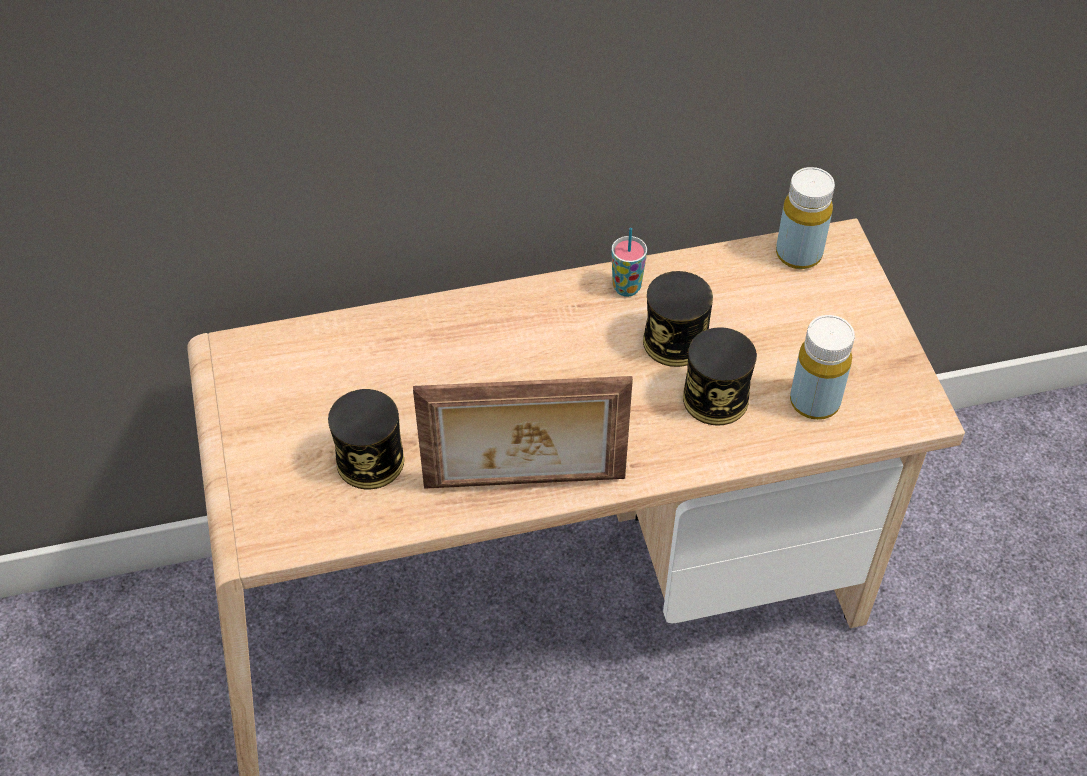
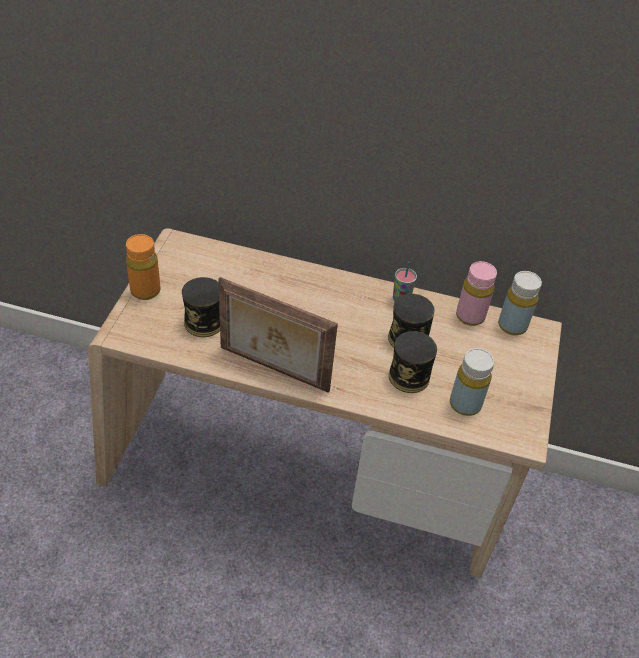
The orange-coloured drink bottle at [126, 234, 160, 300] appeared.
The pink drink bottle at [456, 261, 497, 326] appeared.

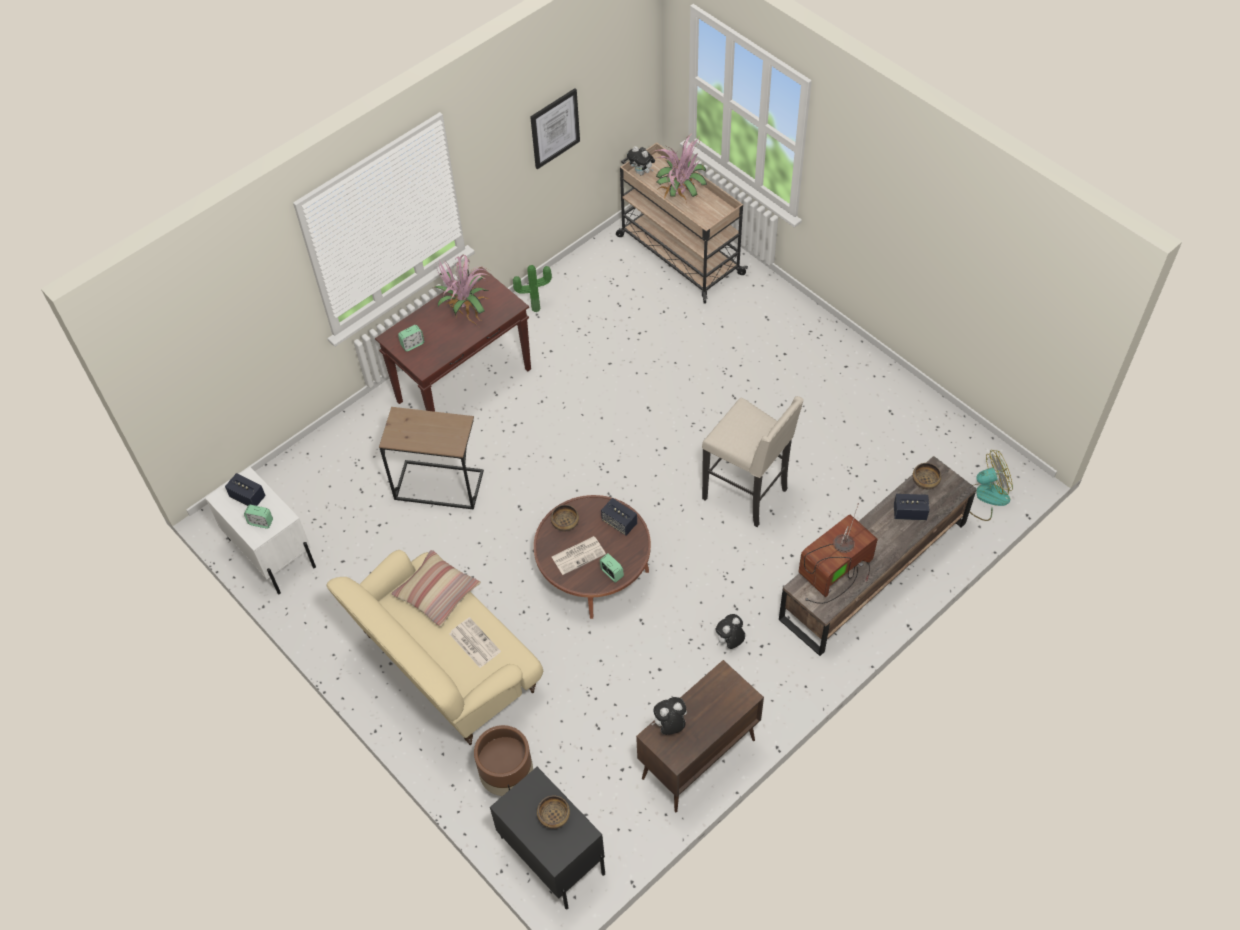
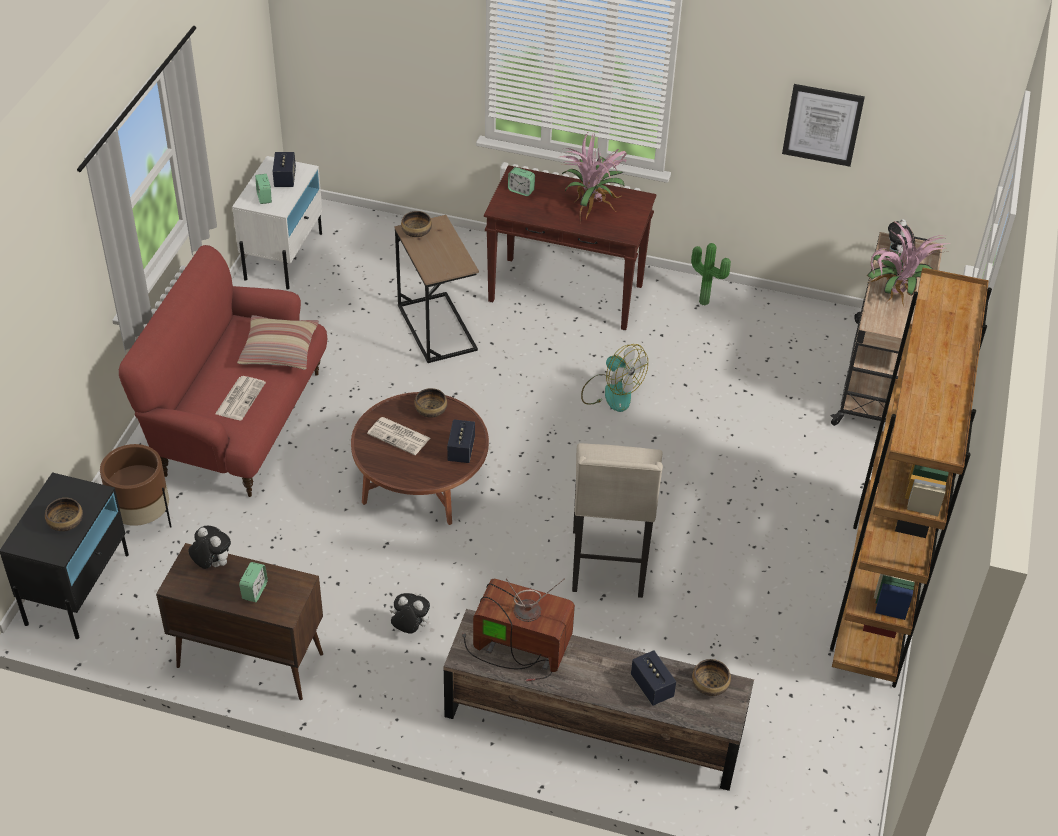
The bowl at [401, 211, 432, 237] appeared.
The brown bookcase at [830, 268, 992, 688] appeared.
The table clock moved from [599, 553, 624, 583] to [239, 562, 268, 602].
The fan moved from [969, 450, 1013, 521] to [581, 344, 648, 412].
The beige-coloured couch at [327, 550, 543, 745] became the red couch at [119, 245, 327, 497].

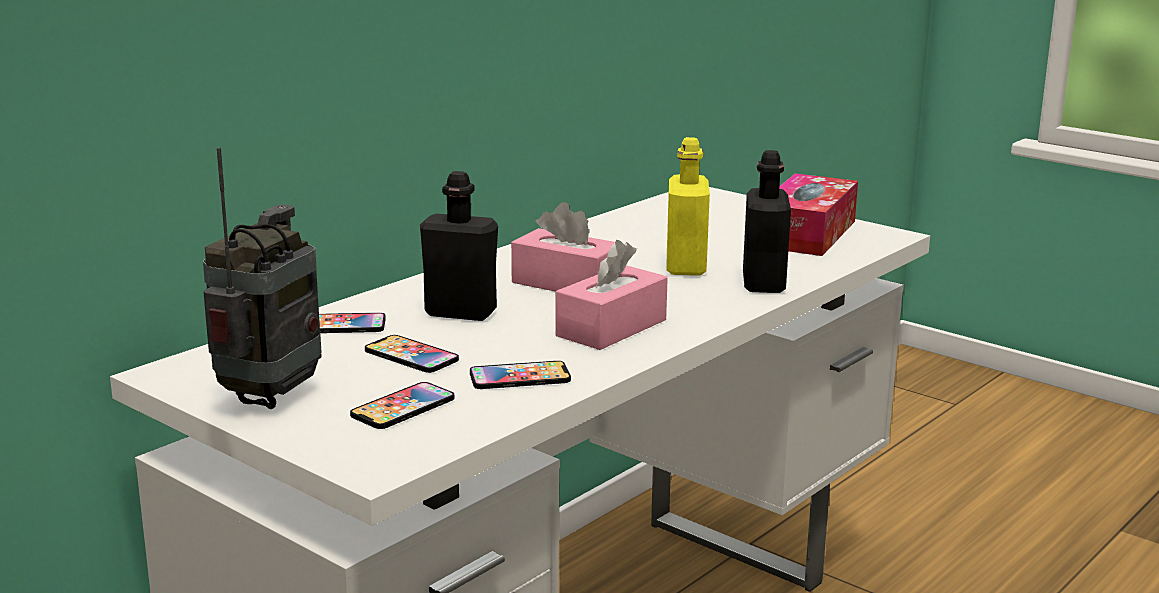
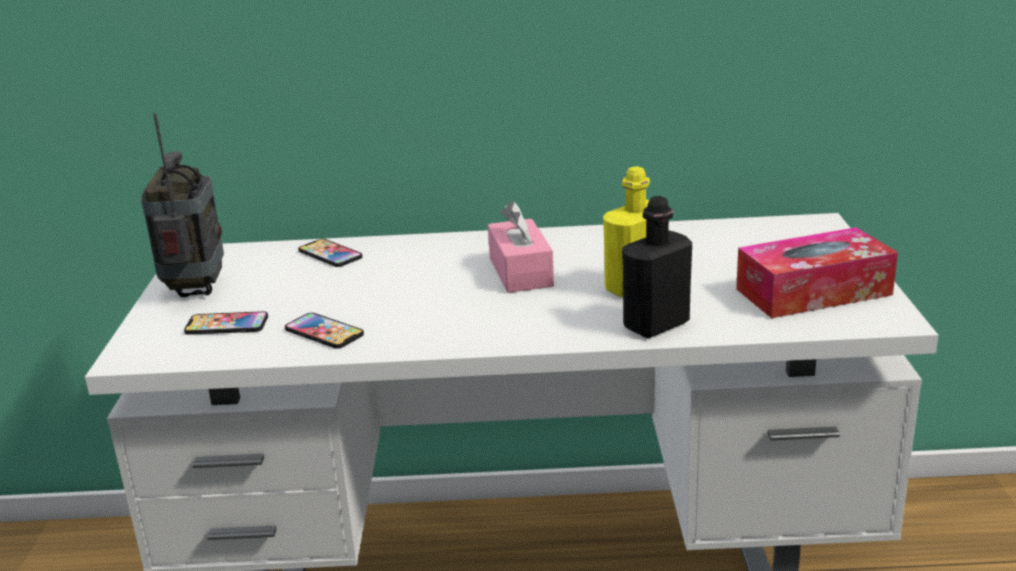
The phone at [365, 335, 459, 373] disappeared.
The black drink bottle at [420, 171, 498, 321] disappeared.
The pink tissue holder at [555, 240, 668, 350] disappeared.
The radio at [203, 147, 322, 409] turned 75 degrees counterclockwise.

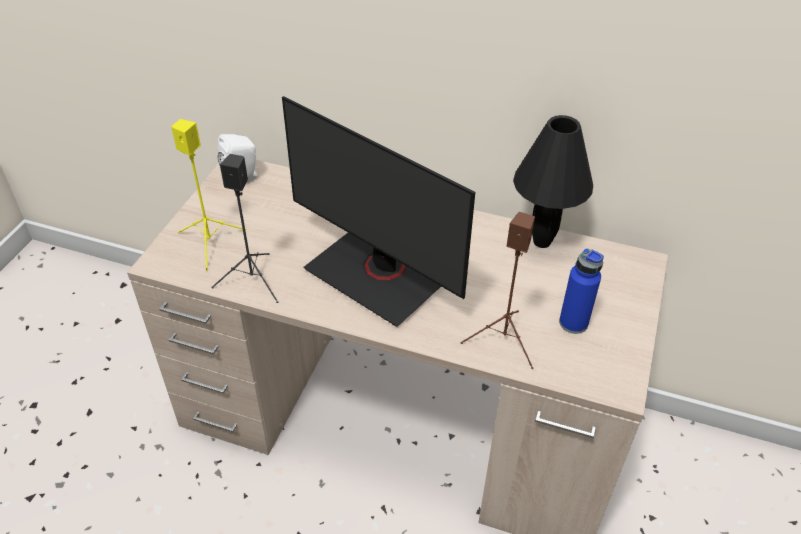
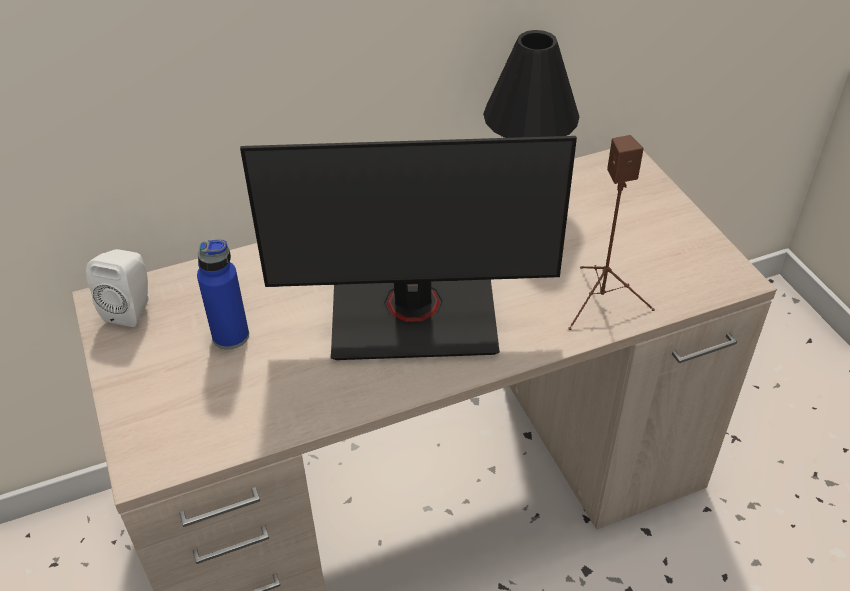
The yellow-coloured audio speaker at [171, 119, 246, 272] disappeared.
The black audio speaker at [211, 154, 278, 303] disappeared.
The bluish drink bottle moved from [559, 248, 604, 334] to [197, 240, 249, 350].

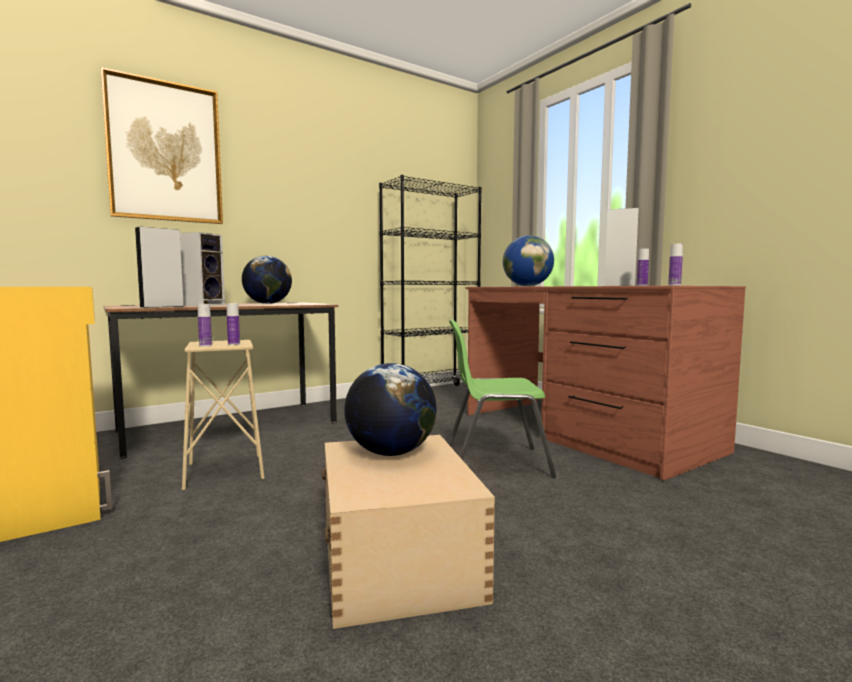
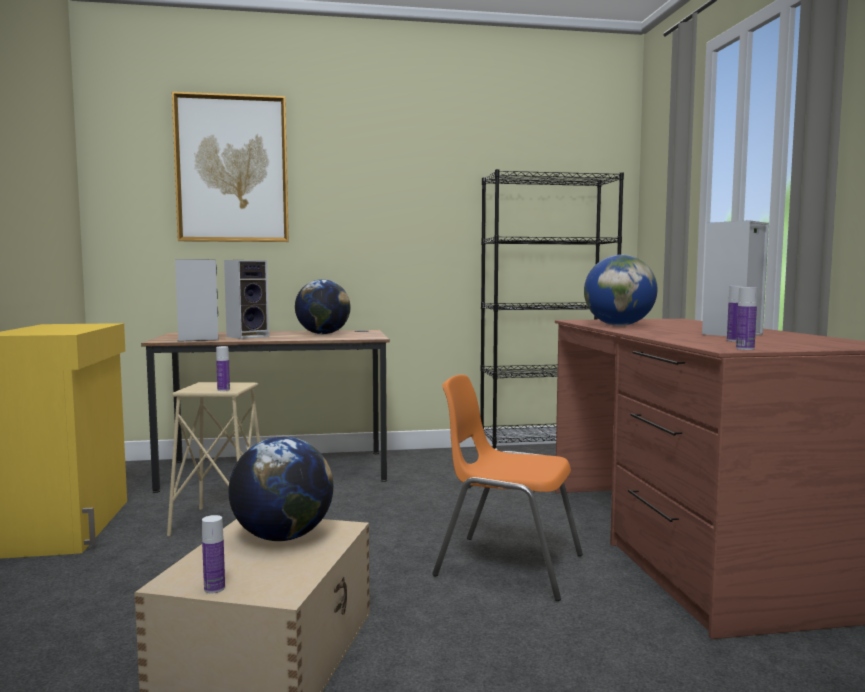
The drink bottle moved from [198, 304, 212, 347] to [202, 515, 225, 593].
The green chair at [448, 319, 556, 478] became the orange-coloured chair at [432, 375, 583, 601].

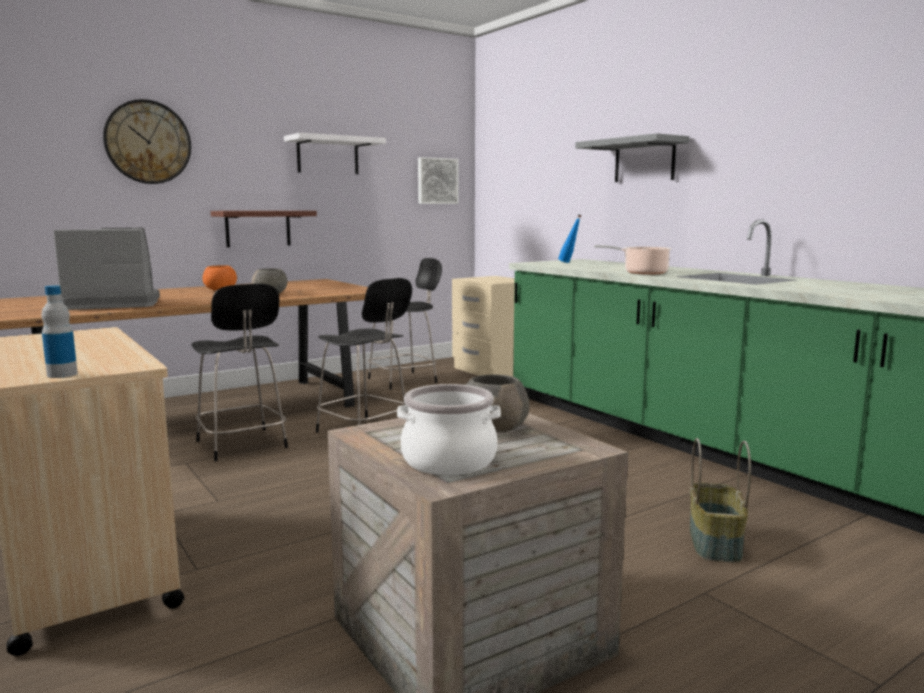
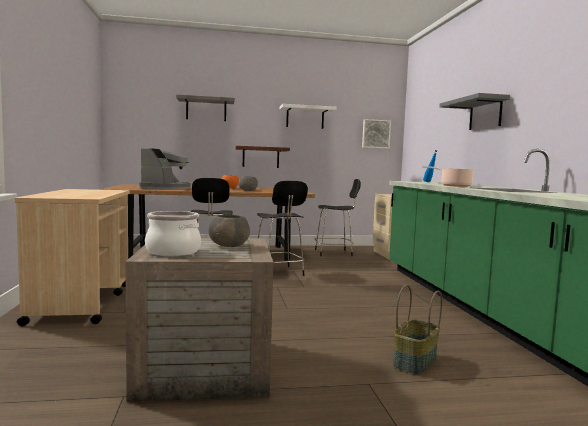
The drink bottle at [41, 285, 78, 378] disappeared.
The wall clock at [103, 99, 191, 184] was replaced by the grey bracket shelf at [176, 94, 235, 121].
The coffee brewer at [54, 228, 160, 310] turned 90 degrees clockwise.

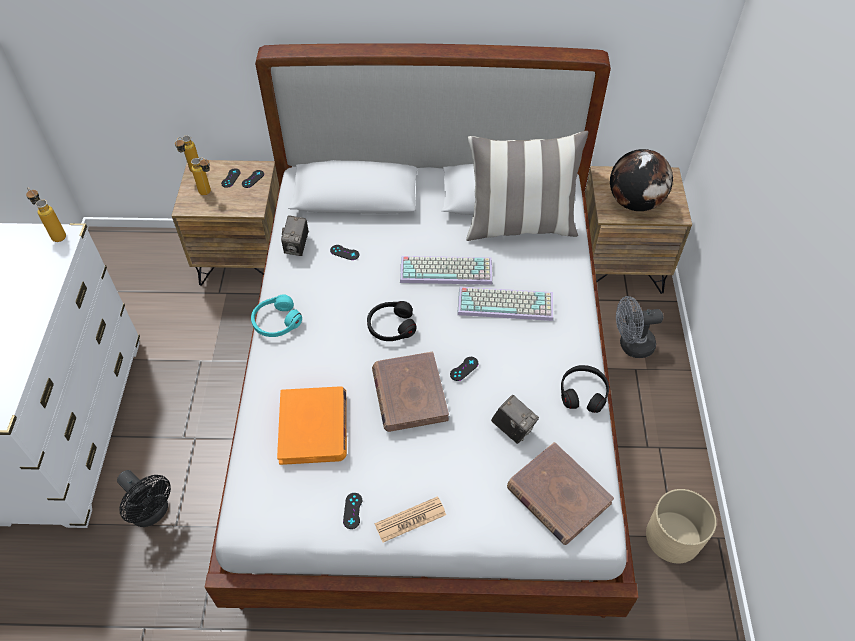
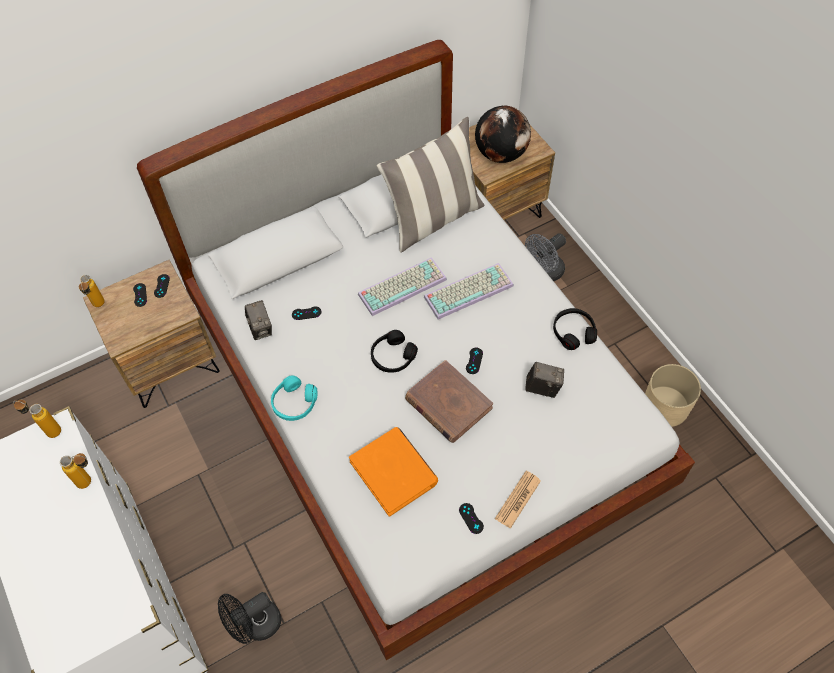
The brown bound book at [507, 442, 614, 545] disappeared.
The drink bottle moved from [191, 158, 211, 195] to [60, 453, 91, 489].
The black fan at [117, 470, 171, 527] turned 135 degrees clockwise.

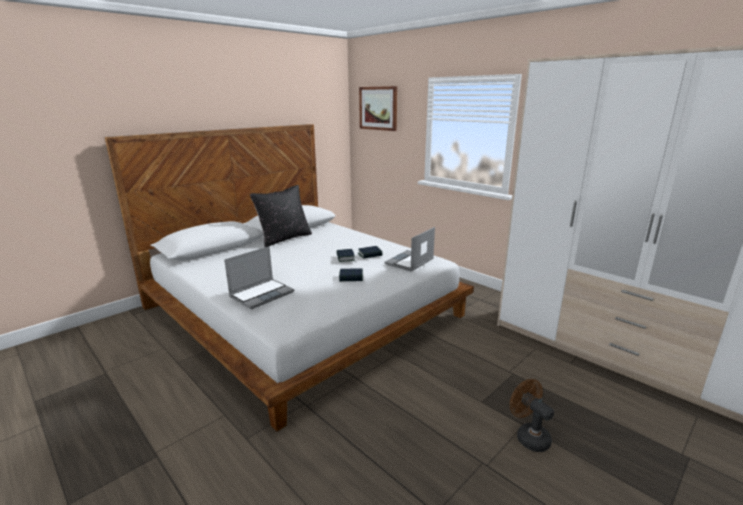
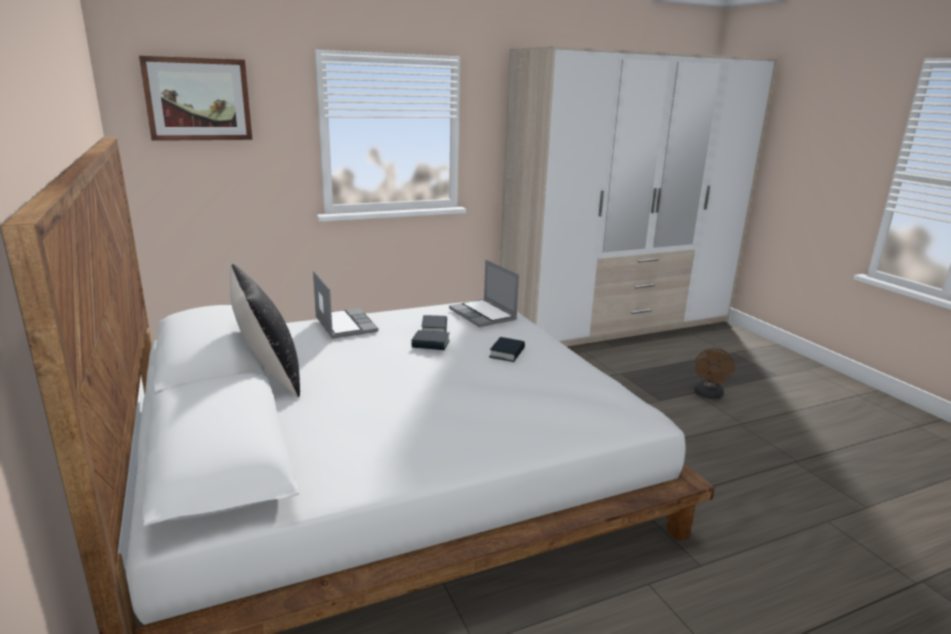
The notebook computer moved from [224, 246, 294, 309] to [313, 271, 378, 339].
The brown fan at [510, 379, 554, 452] turned 60 degrees counterclockwise.

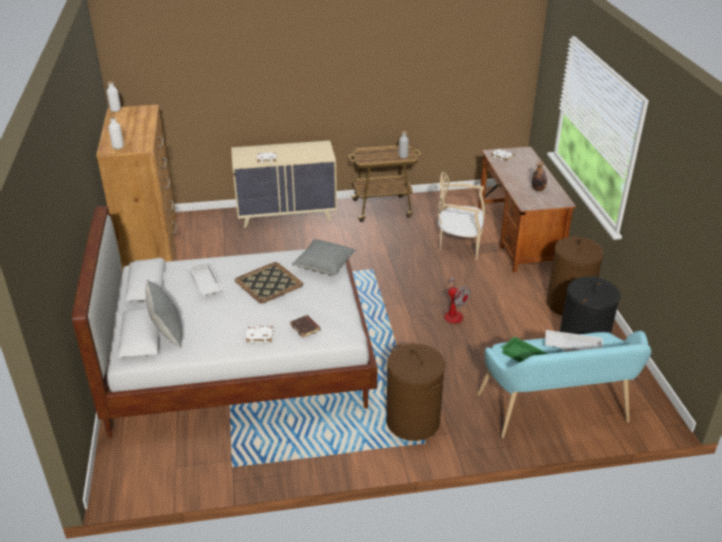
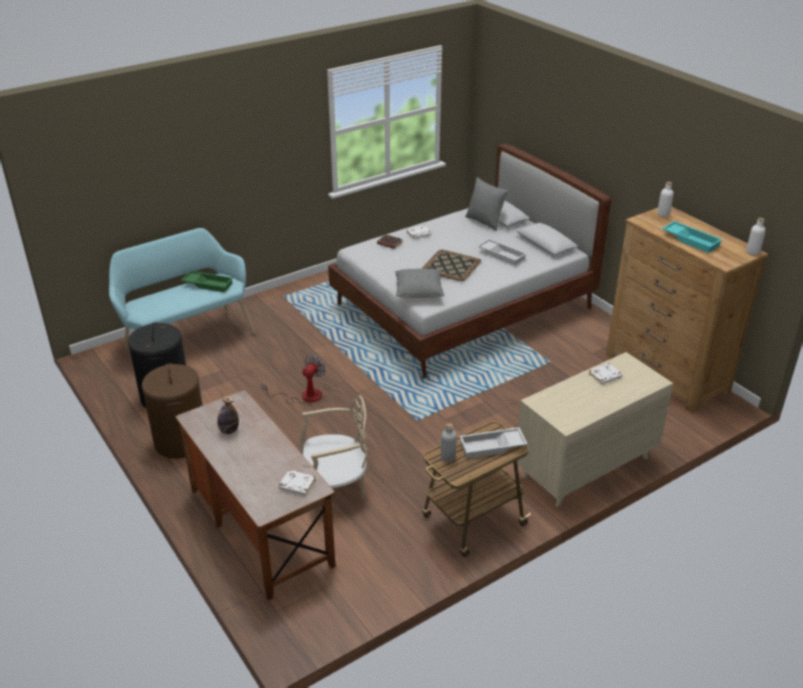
The brown washing basket at [386, 344, 445, 441] disappeared.
The turquoise tray at [662, 221, 723, 253] appeared.
The white tray moved from [545, 330, 603, 352] to [460, 427, 528, 458].
The fan at [442, 276, 470, 324] turned 105 degrees clockwise.

